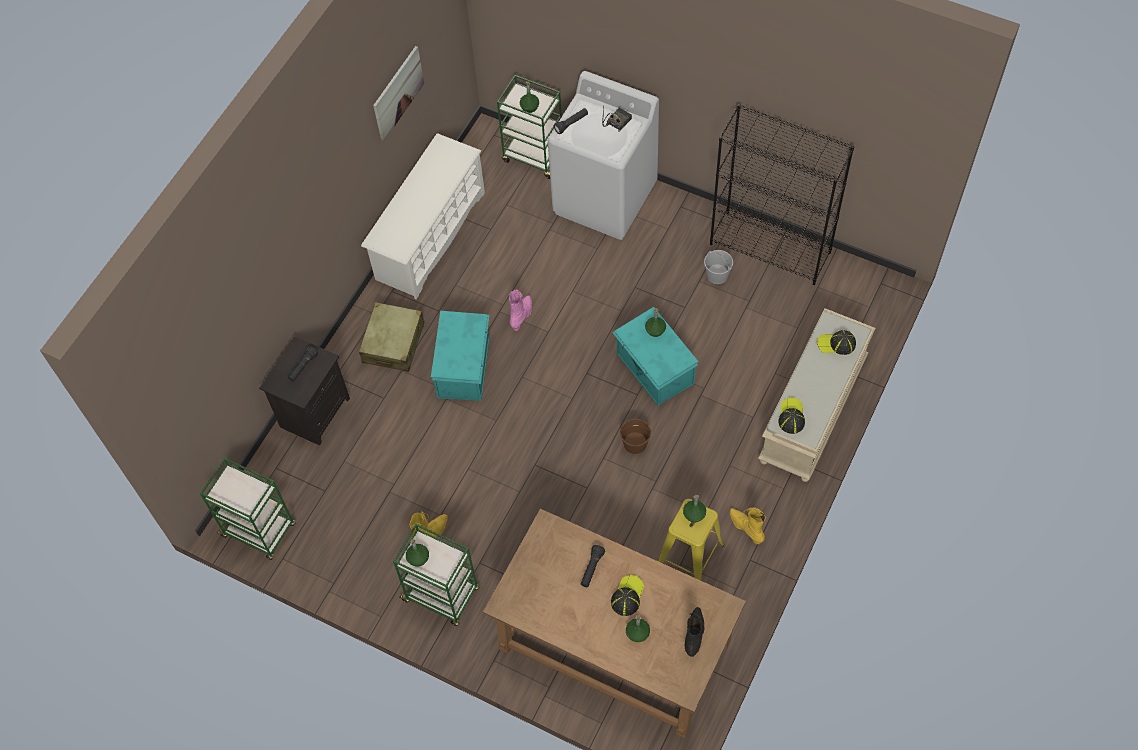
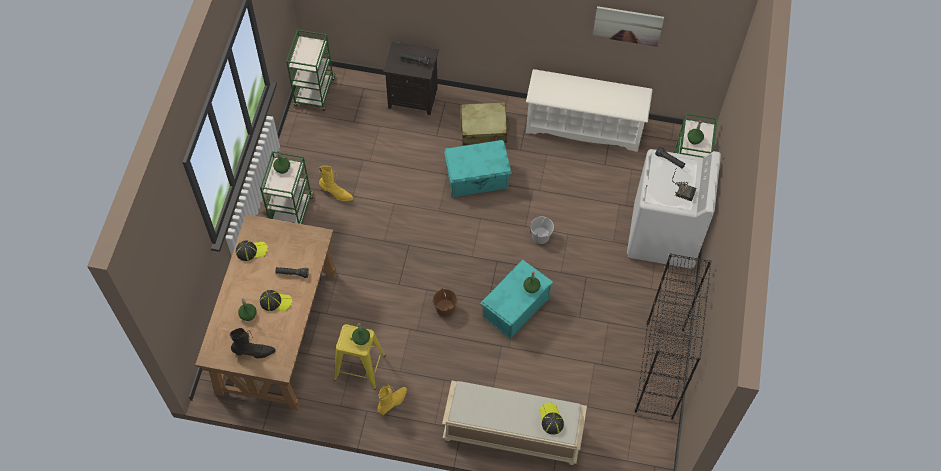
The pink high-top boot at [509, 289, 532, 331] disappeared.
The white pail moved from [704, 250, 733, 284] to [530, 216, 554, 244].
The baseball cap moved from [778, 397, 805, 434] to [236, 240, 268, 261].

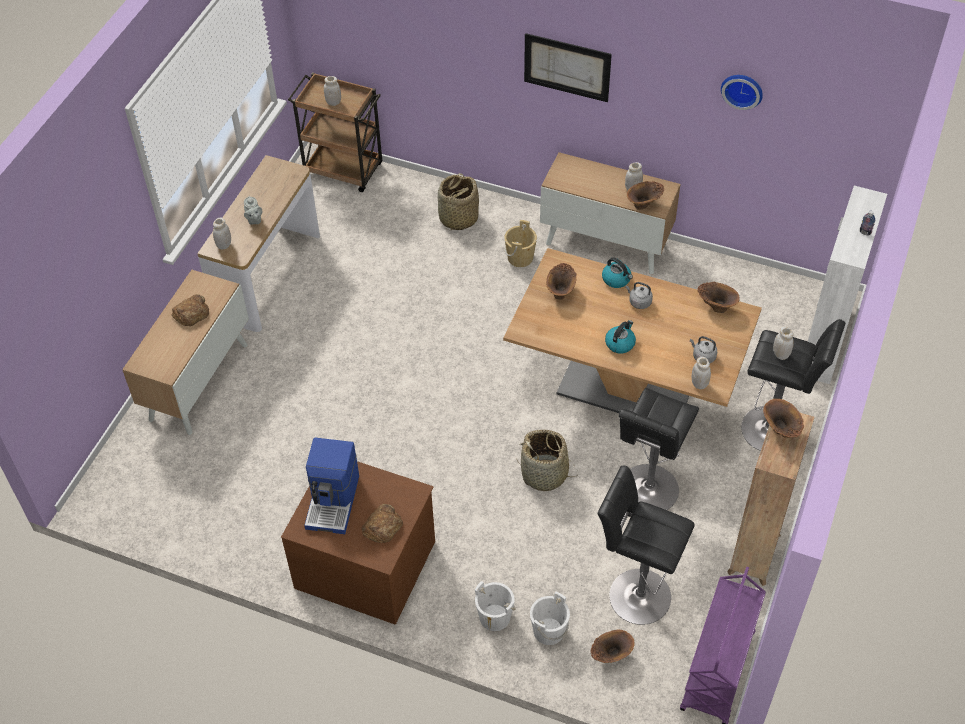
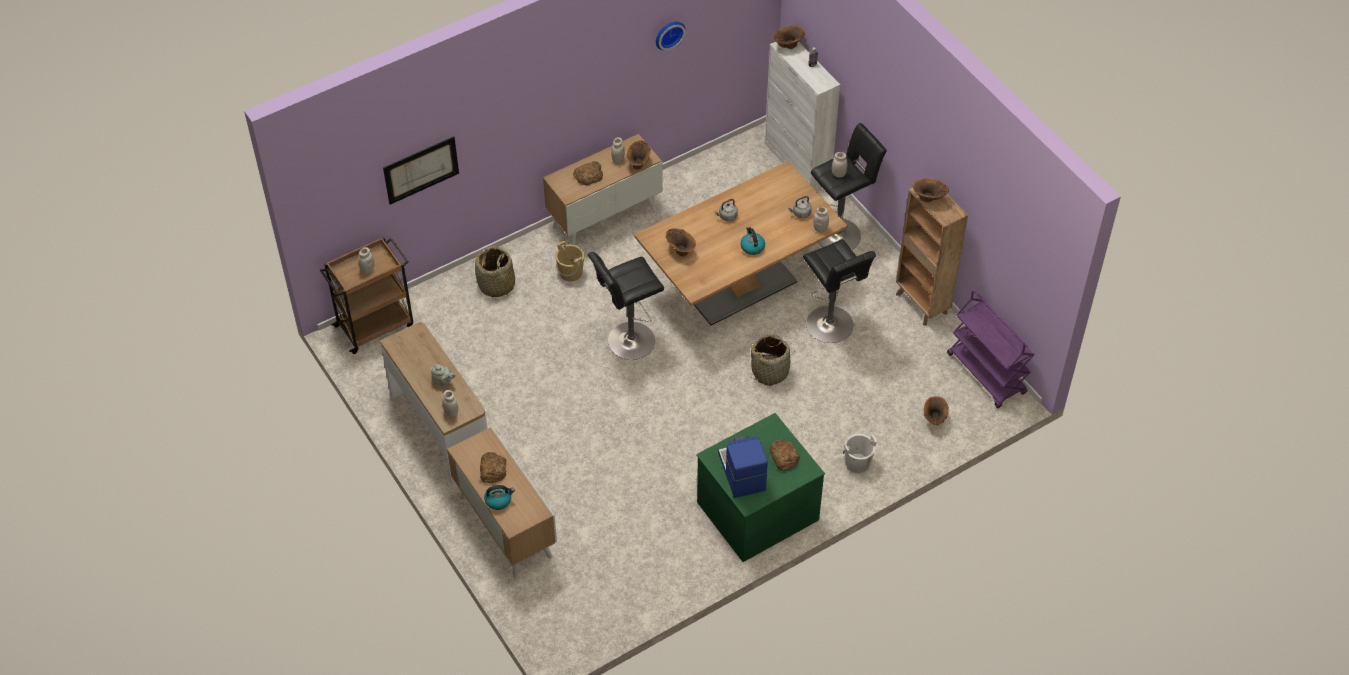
The white pail at [530, 592, 570, 645] disappeared.
The bakery bread at [573, 161, 603, 186] appeared.
The wall art moved from [524, 33, 612, 102] to [383, 136, 459, 205].
The black stool seat moved from [597, 466, 695, 625] to [588, 252, 664, 360].
The kettle moved from [602, 258, 633, 288] to [484, 485, 515, 510].
The brown vase moved from [697, 282, 739, 313] to [773, 26, 805, 49].
The brown chest of drawers at [281, 461, 435, 625] became the green chest of drawers at [696, 413, 825, 562].
The coffee brewer at [304, 438, 359, 534] turned 150 degrees counterclockwise.

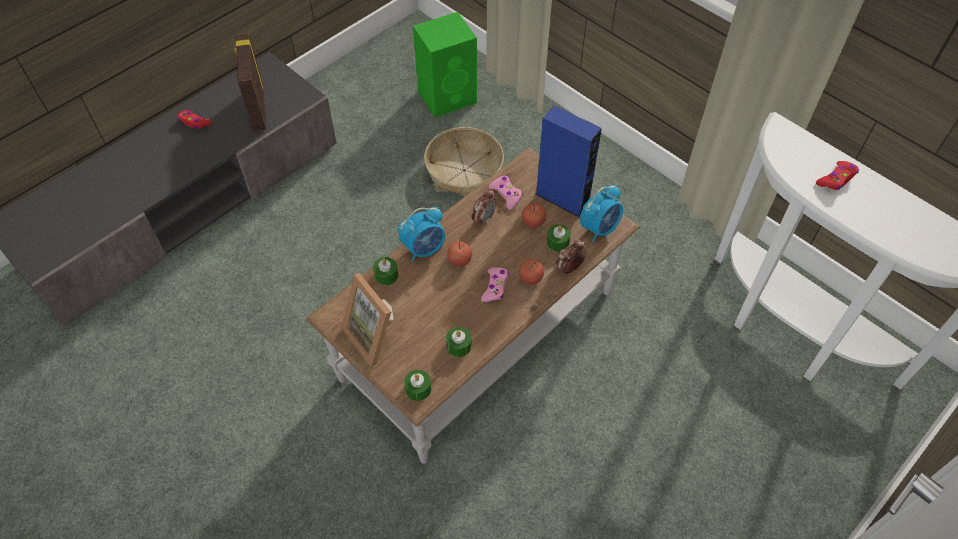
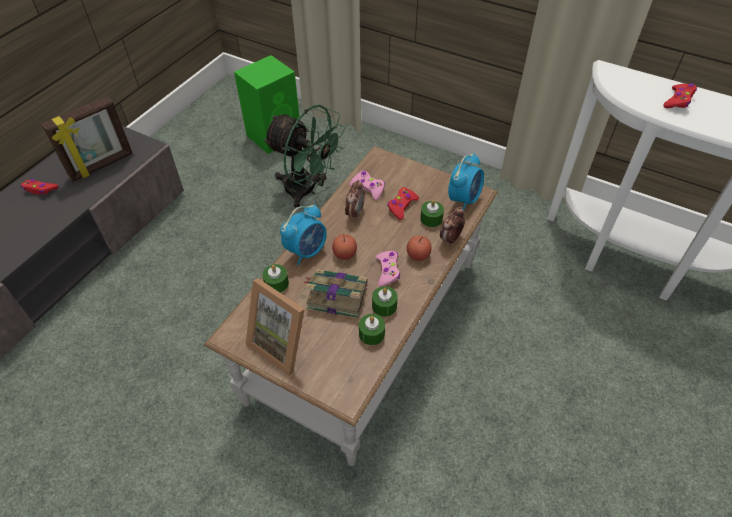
The bluish audio speaker at [535, 105, 602, 217] disappeared.
The bound book at [304, 269, 367, 318] appeared.
The green wax light moved from [404, 370, 431, 401] to [372, 286, 398, 317].
The basket at [424, 127, 504, 195] was replaced by the green fan at [263, 105, 345, 208].
The apple fruit at [522, 203, 546, 228] was replaced by the red joypad at [387, 187, 419, 220].
The picture frame at [234, 33, 266, 131] turned 105 degrees counterclockwise.

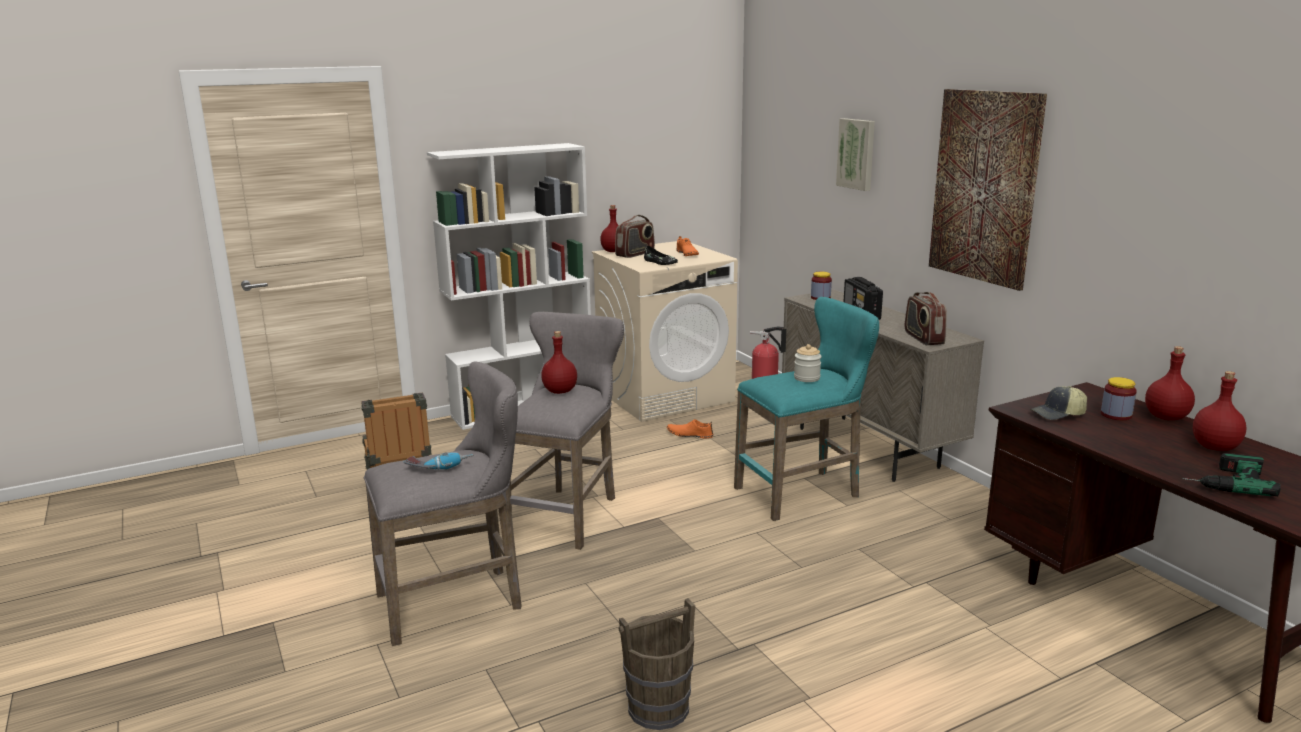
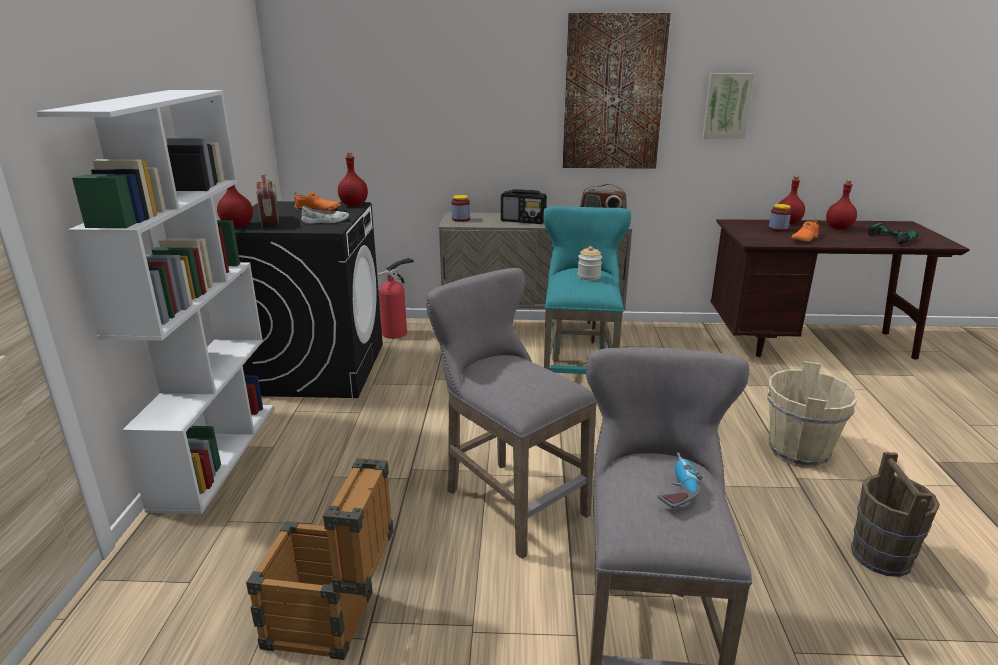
The baseball cap at [1030, 386, 1087, 420] disappeared.
The beige-coloured pail at [767, 361, 858, 468] appeared.
The red drink bottle moved from [541, 331, 577, 394] to [338, 153, 368, 206].
The orange-coloured shoe moved from [667, 419, 713, 439] to [790, 219, 819, 242].
The wall art moved from [836, 118, 875, 191] to [702, 73, 755, 139].
The beige-coloured laundry machine at [592, 241, 738, 422] became the black laundry machine at [234, 201, 383, 398].
The black shoe at [644, 246, 678, 265] became the white shoe at [301, 206, 349, 224].

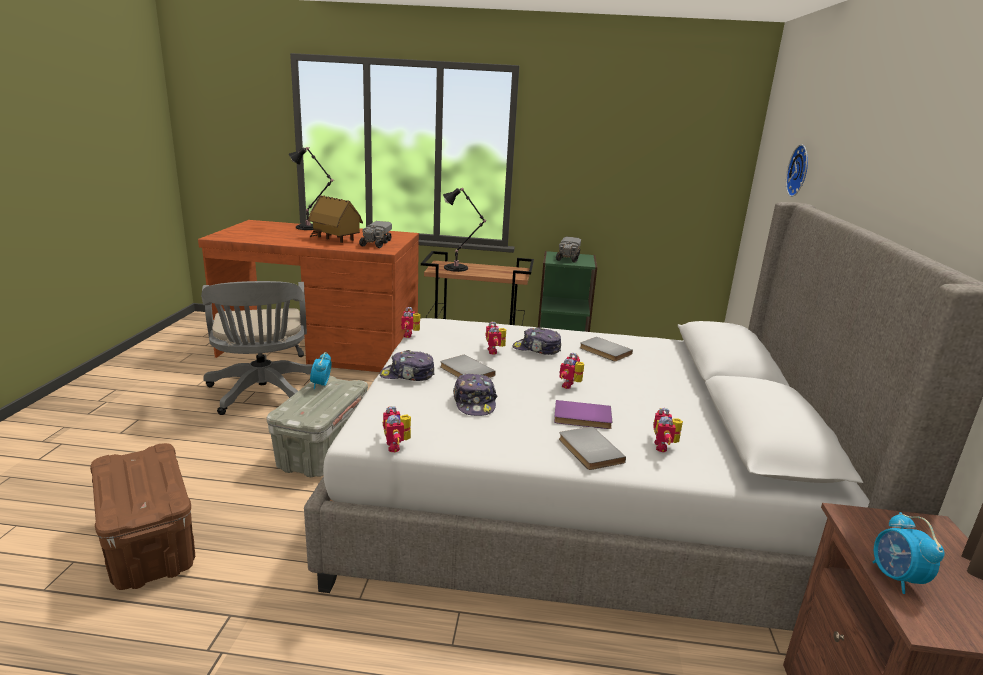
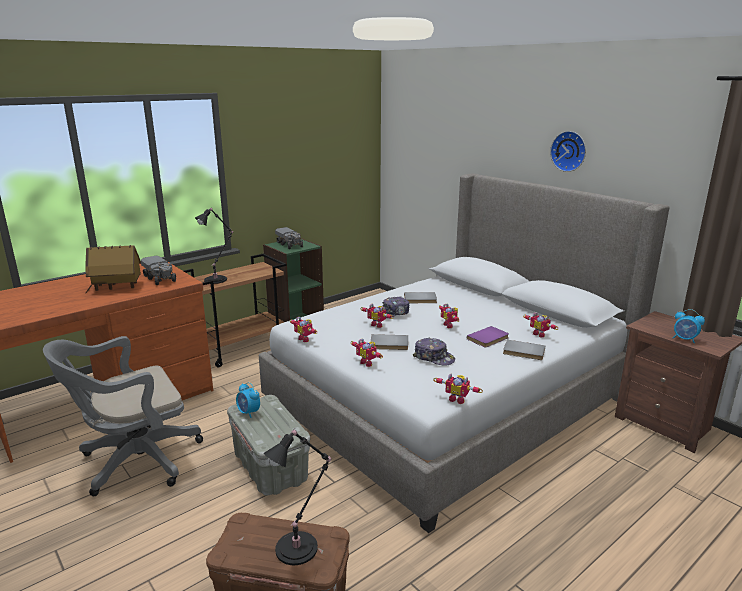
The black tabletop lamp moved from [289, 147, 333, 230] to [264, 428, 331, 565].
The wall clock moved from [786, 144, 808, 197] to [550, 131, 586, 172].
The baseball cap at [380, 350, 434, 381] was replaced by the model robot at [351, 339, 383, 367].
The grey computer chair at [201, 281, 313, 415] turned 120 degrees clockwise.

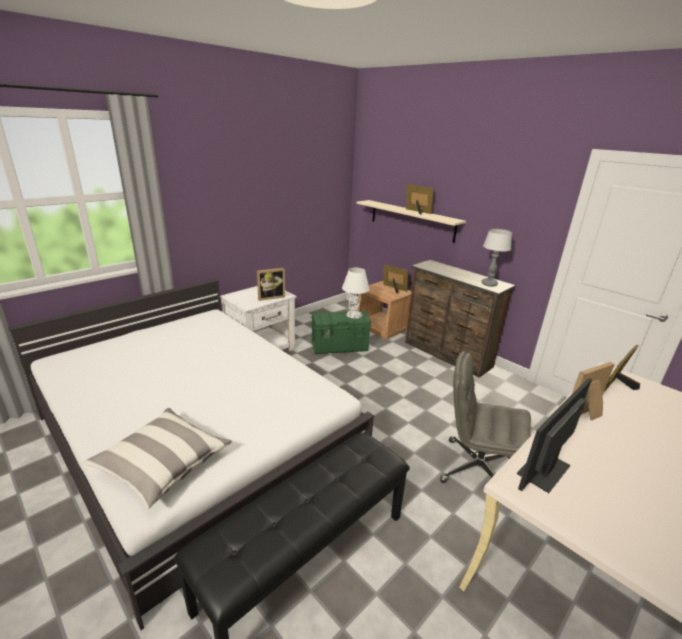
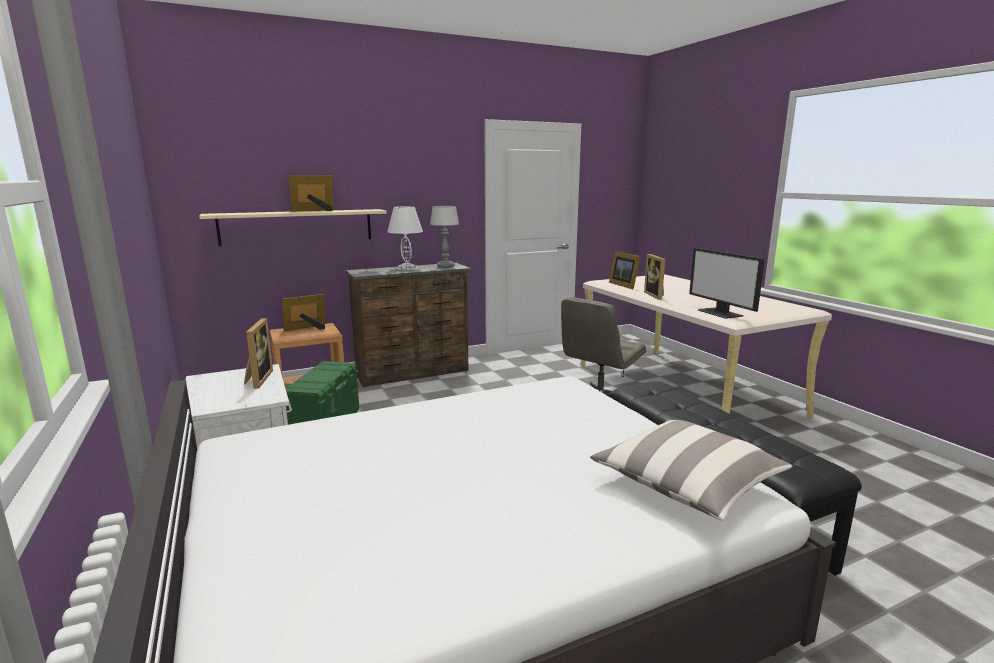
The white tabletop lamp moved from [342, 268, 370, 318] to [387, 206, 423, 270].

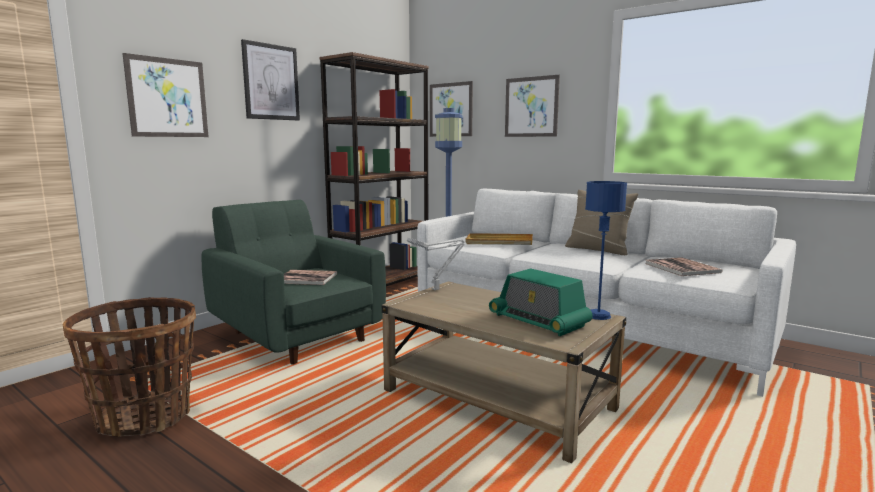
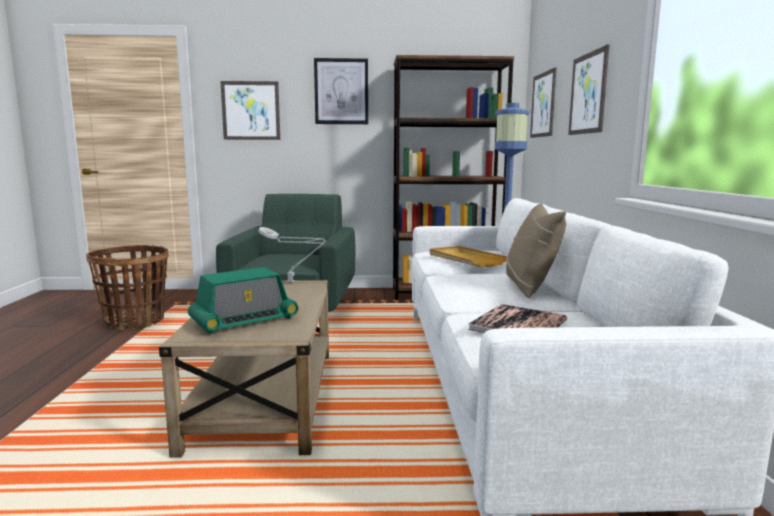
The bound book at [284, 270, 337, 285] disappeared.
The bluish tabletop lamp at [585, 181, 627, 320] disappeared.
The radio at [489, 269, 593, 336] turned 135 degrees counterclockwise.

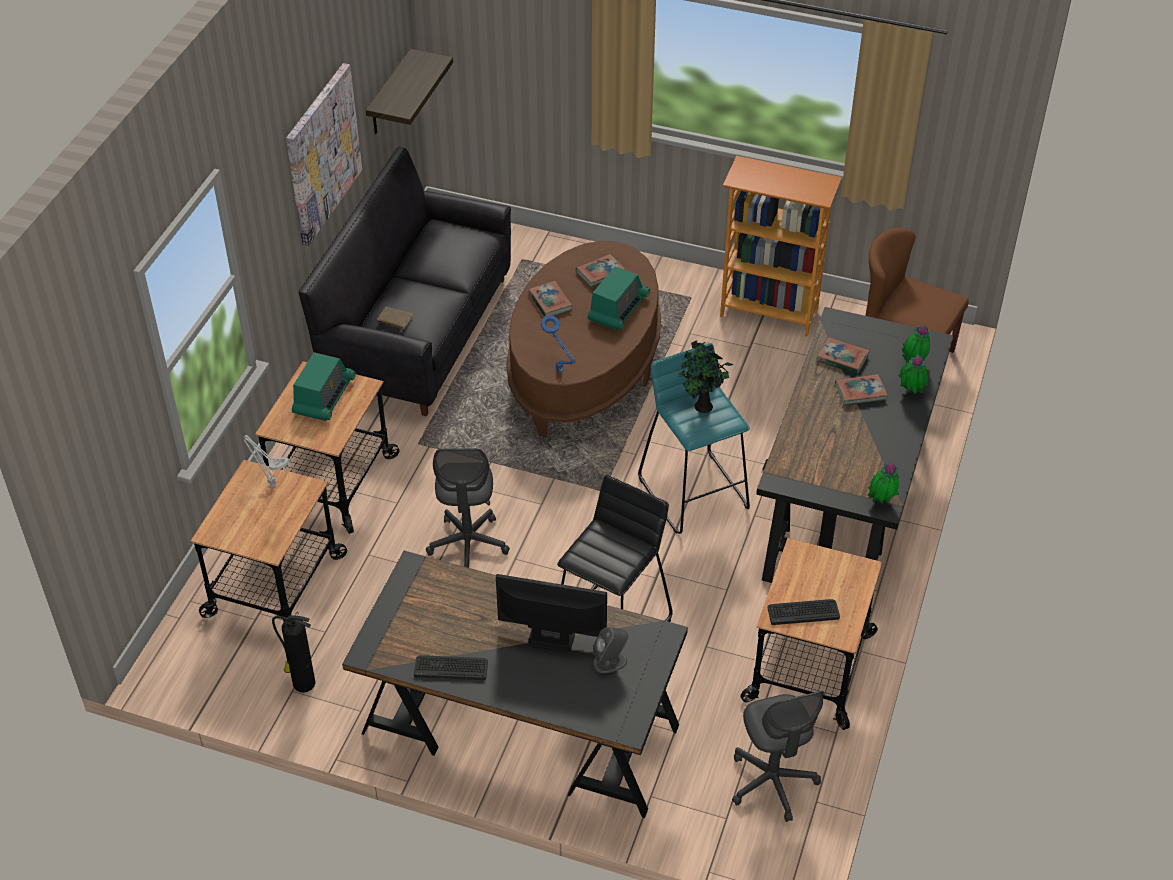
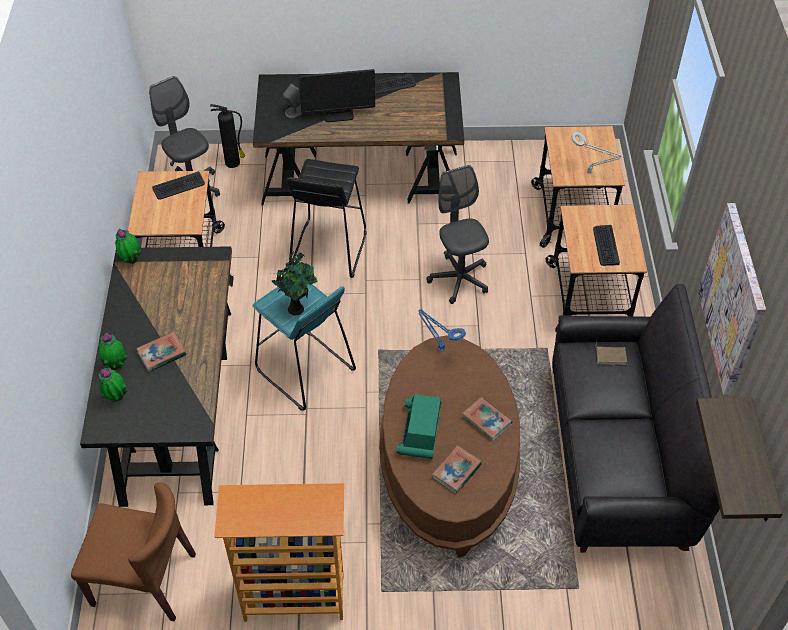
The bound book at [816, 337, 869, 374] disappeared.
The fire extinguisher moved from [272, 612, 315, 693] to [210, 104, 245, 168].
The radio at [292, 352, 356, 421] was replaced by the computer keyboard at [593, 225, 620, 266].

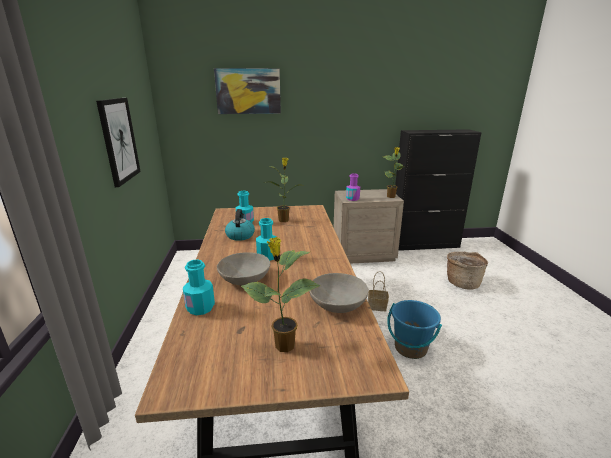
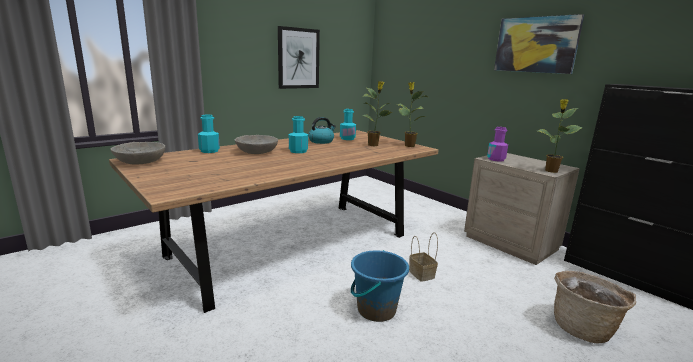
The wall art moved from [214, 68, 281, 114] to [494, 14, 584, 74].
The plant in a pot moved from [241, 237, 320, 352] to [397, 82, 428, 147].
The grey bowl moved from [309, 273, 369, 313] to [111, 142, 165, 165].

